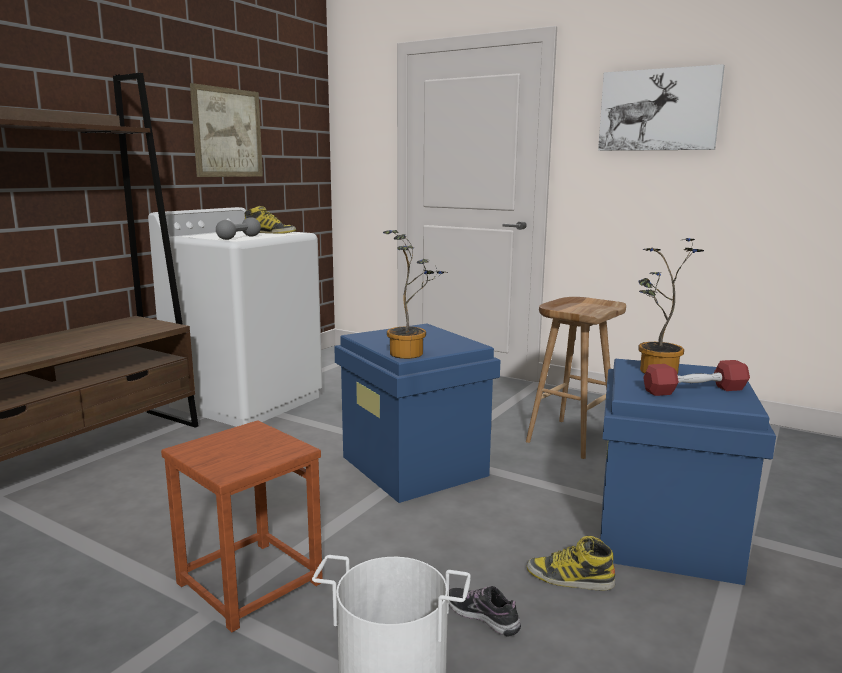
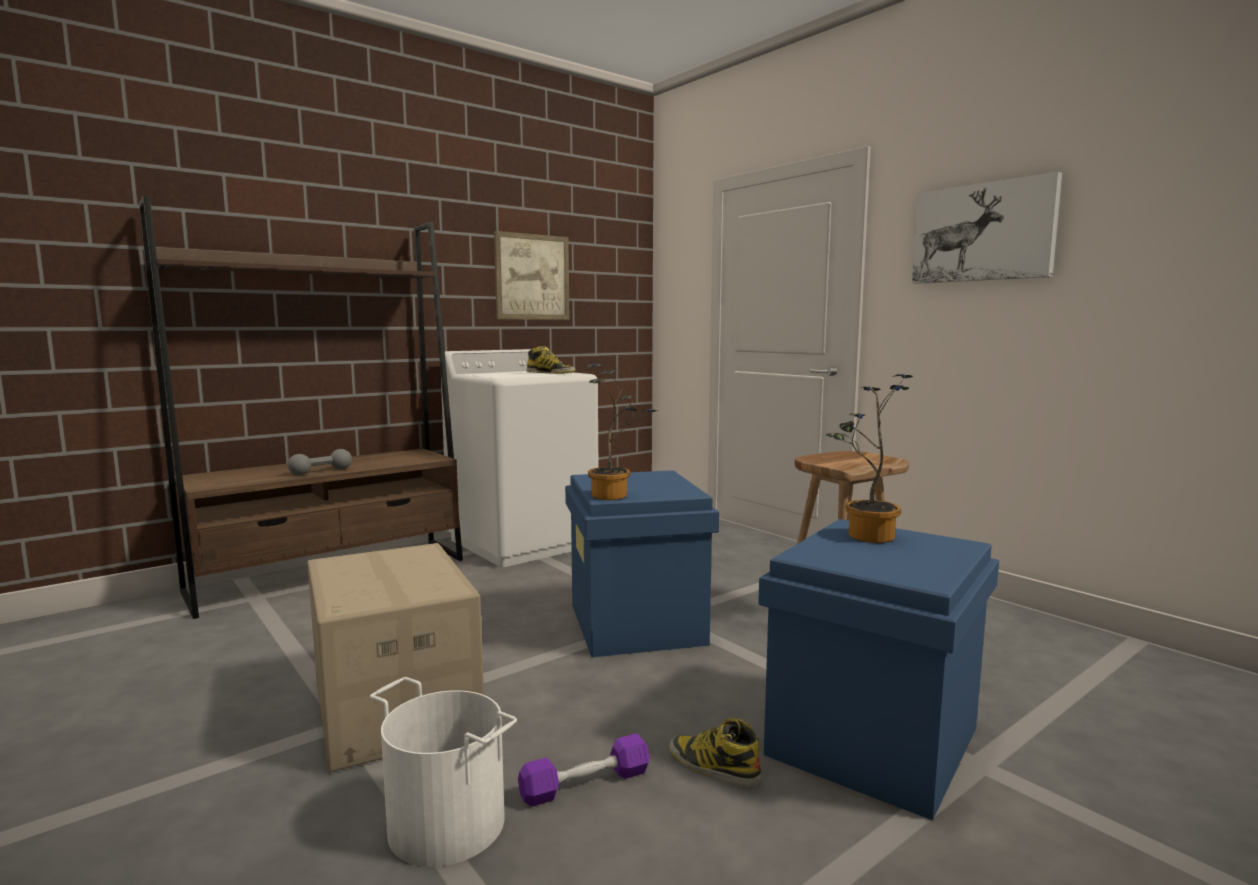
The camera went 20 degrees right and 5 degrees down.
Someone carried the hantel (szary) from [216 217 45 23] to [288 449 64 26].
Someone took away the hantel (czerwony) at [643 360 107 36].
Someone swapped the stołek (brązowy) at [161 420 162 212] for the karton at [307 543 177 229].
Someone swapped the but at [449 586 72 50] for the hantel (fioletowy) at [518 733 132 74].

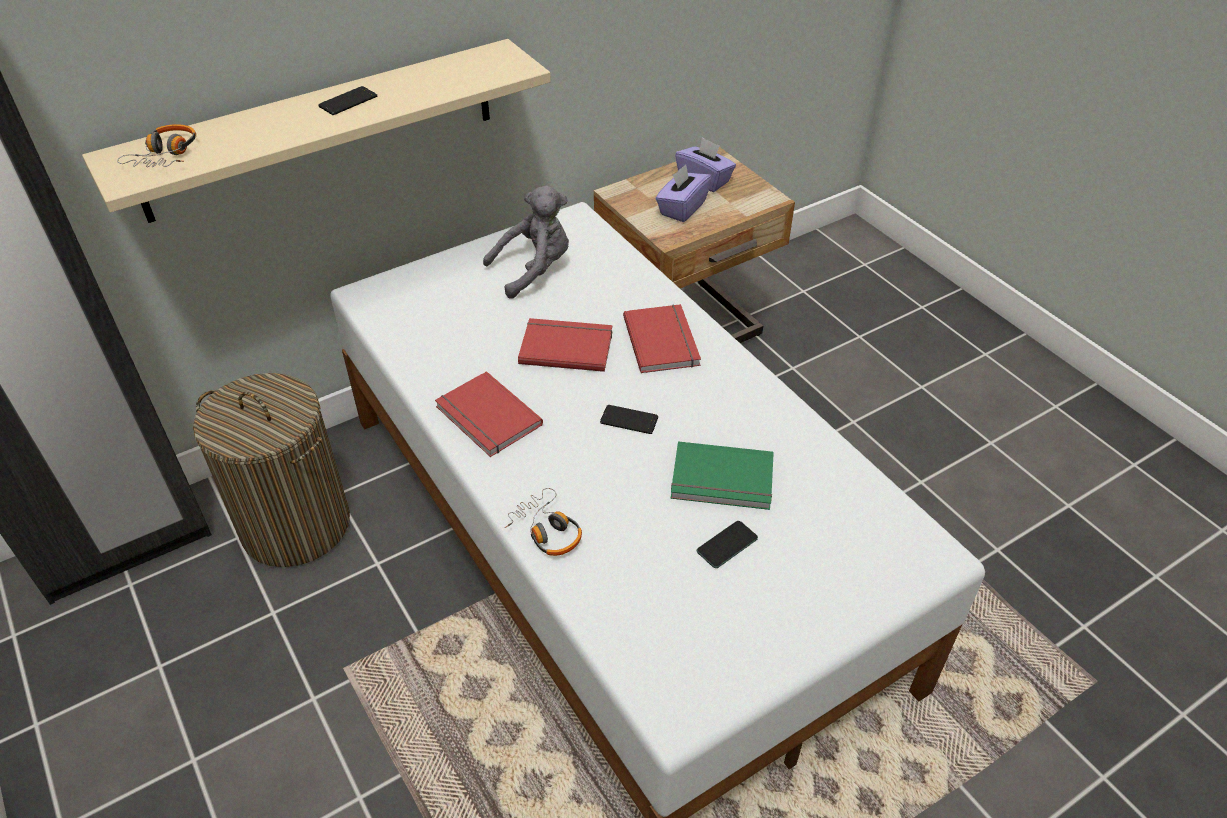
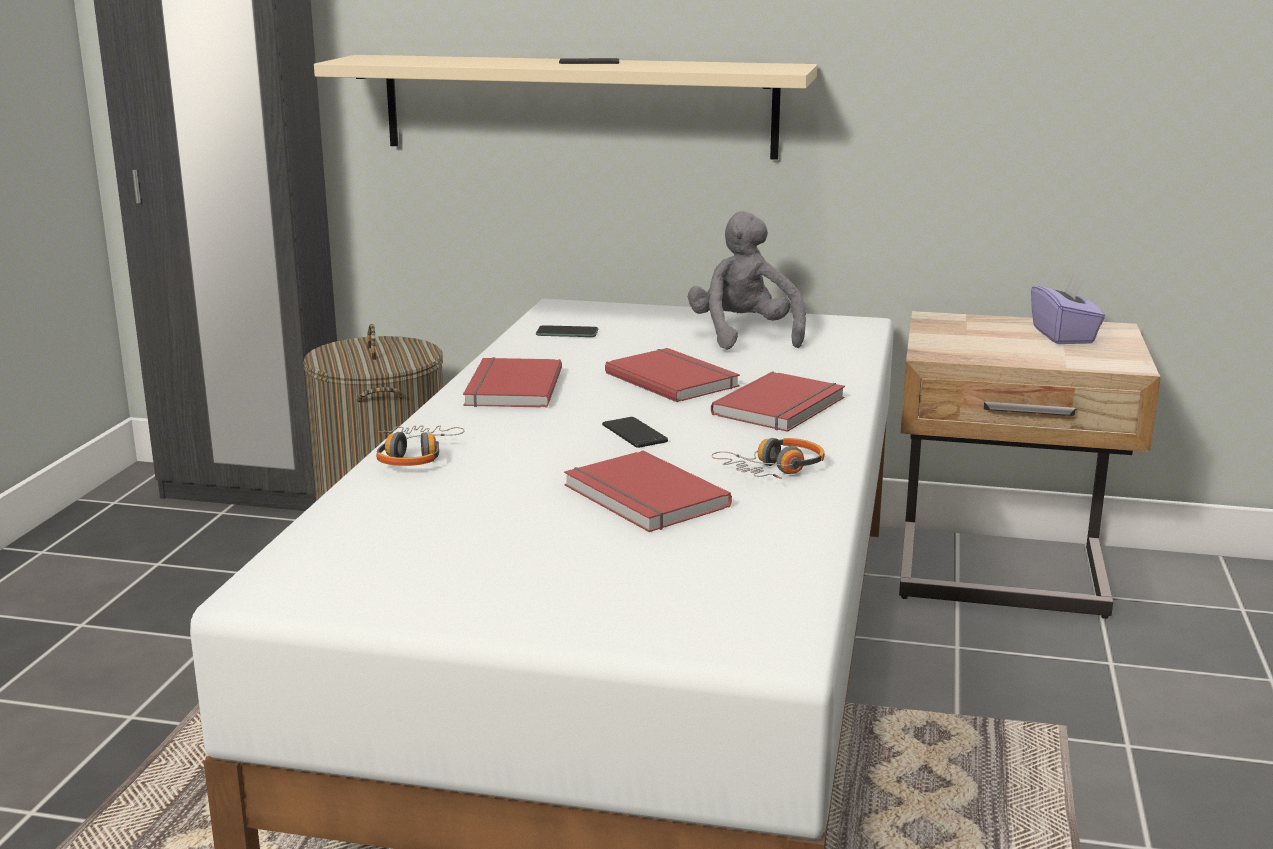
The camera went 45 degrees right and 25 degrees down.
Someone carried the słuchawki from [117 124 79 43] to [711 438 114 41].
Someone took away the pudełko chusteczek (fioletowy) at [656 164 55 58].
Someone rotated the pluszak (szary) at [483 185 86 114] by 120 degrees counterclockwise.
Someone repainted the książka (zielony) at [670 441 104 69], which became the książka (czerwony) at [564 451 168 81].
Someone carried the telefon from [697 521 61 47] to [536 325 62 12].

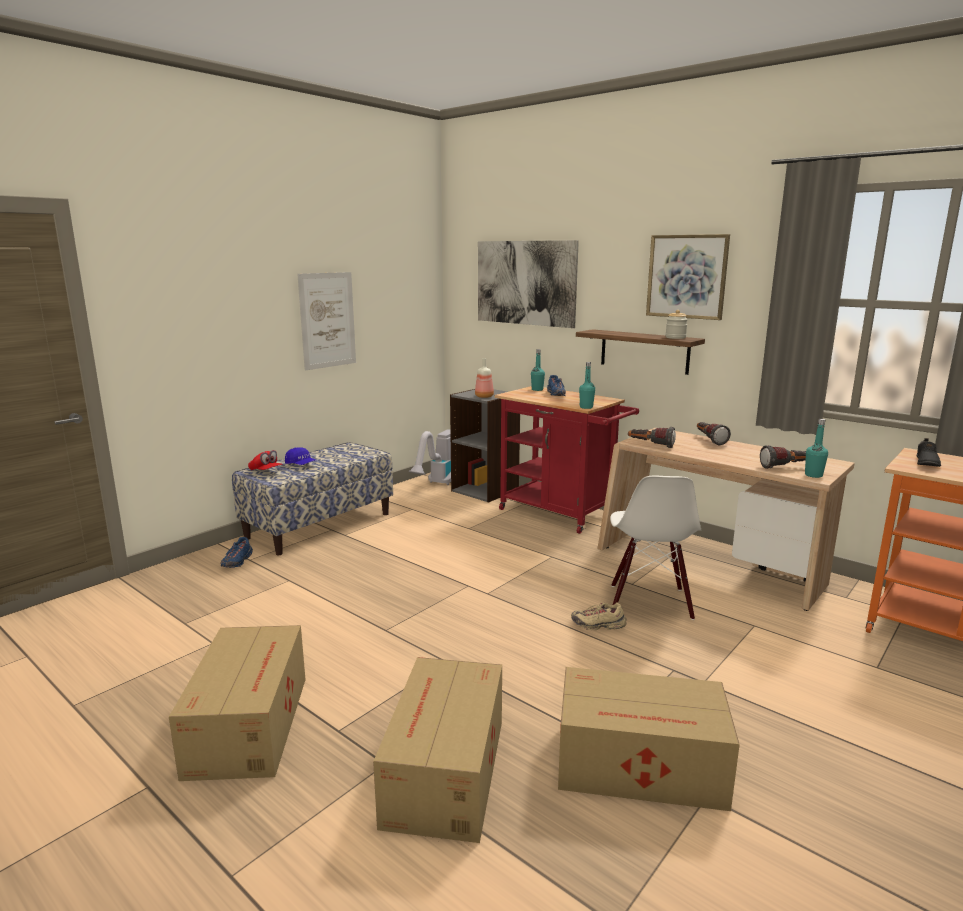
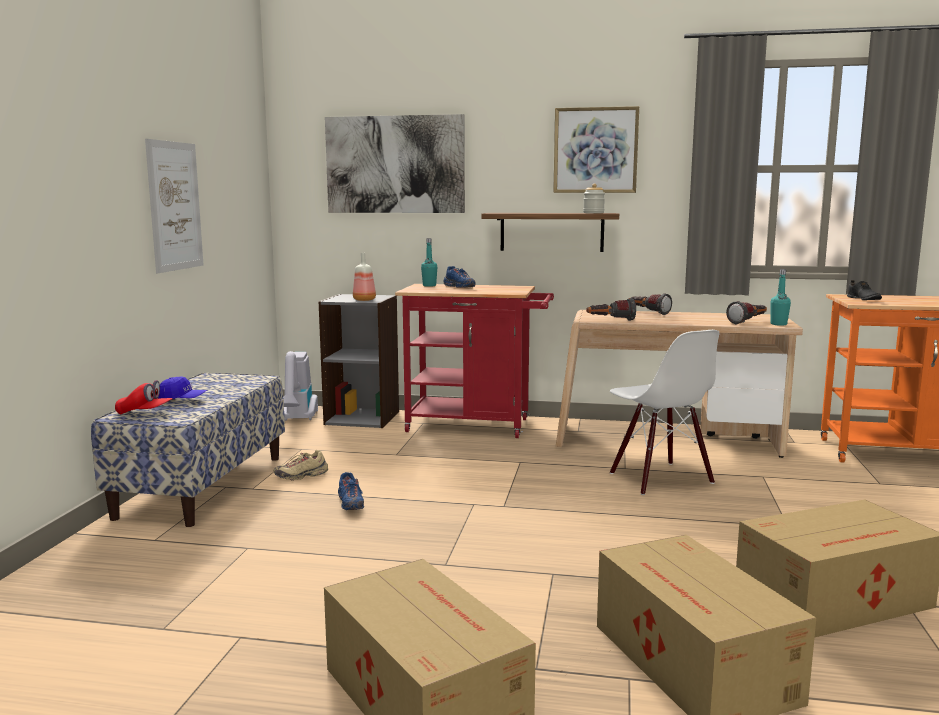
The camera went 30 degrees left and 5 degrees down.
Someone took away the butelka (turkusowy) at [579 362 16 47].
Someone carried the but (niebieski) from [220 537 33 31] to [338 472 26 38].
Someone carried the but (beżowy) from [571 603 56 27] to [273 450 55 31].

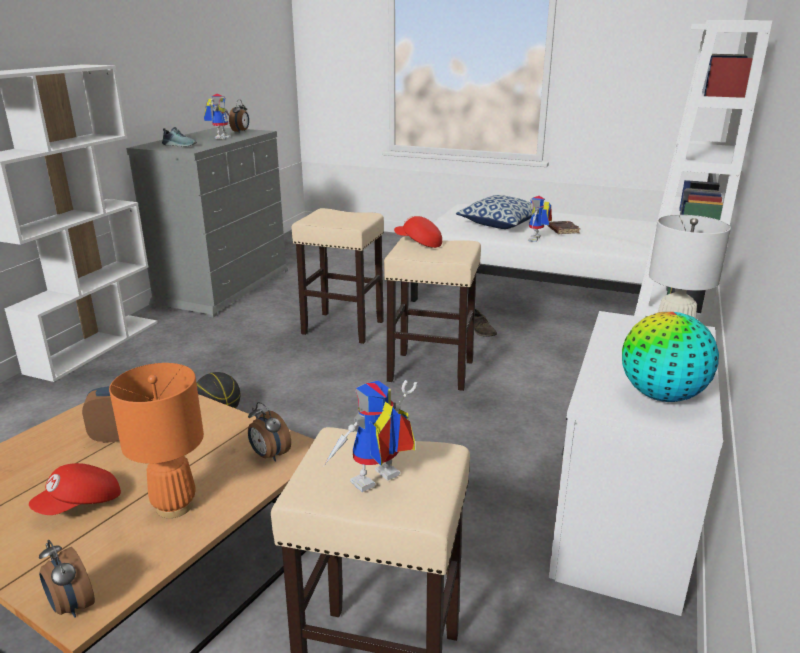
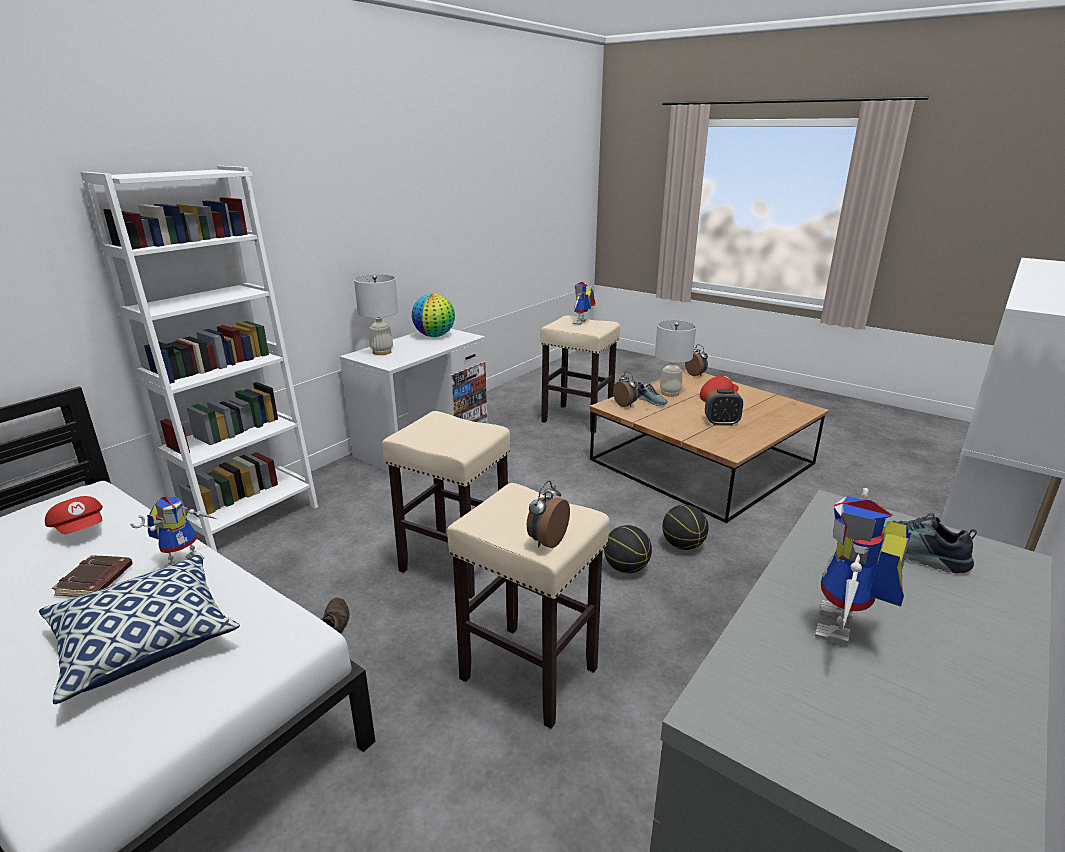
The camera went 165 degrees left and 0 degrees up.
Someone carried the budzik from [229 99 20 33] to [527 481 43 67].
Someone carried the czapka z daszkiem (czerwony) from [394 216 48 32] to [45 496 58 38].
Someone repainted the lampa stołowa (pomarańczowy) at [109 363 95 155], which became the lampa stołowa (biały) at [655 320 41 77].
Someone rotated the robot zabawkowy at [324 380 93 112] by 135 degrees clockwise.
Someone put down the but at [637 382 31 24].
Someone put down the piłka do koszykówki at [604 525 48 48].

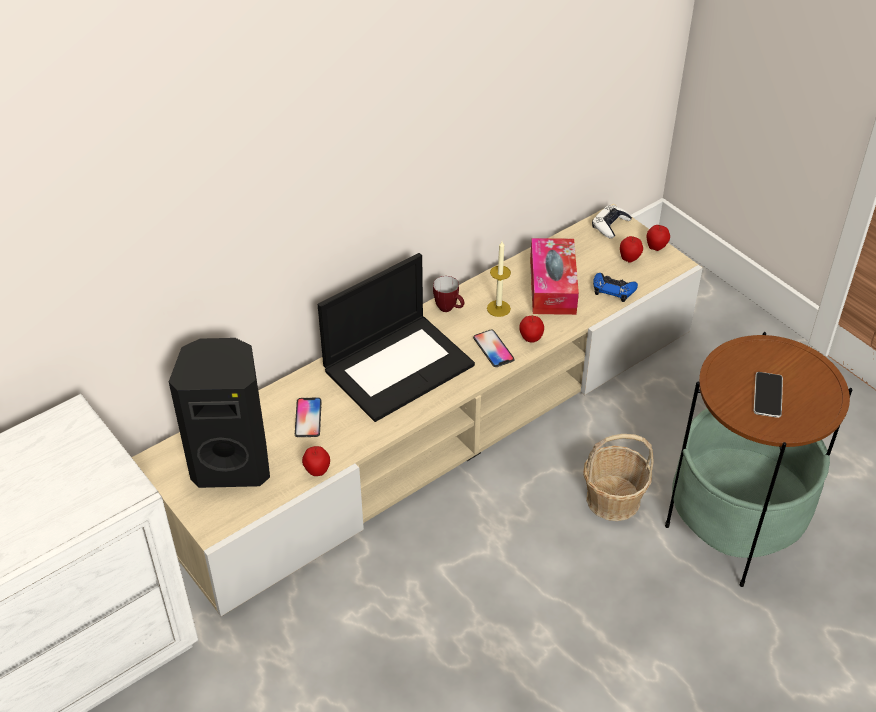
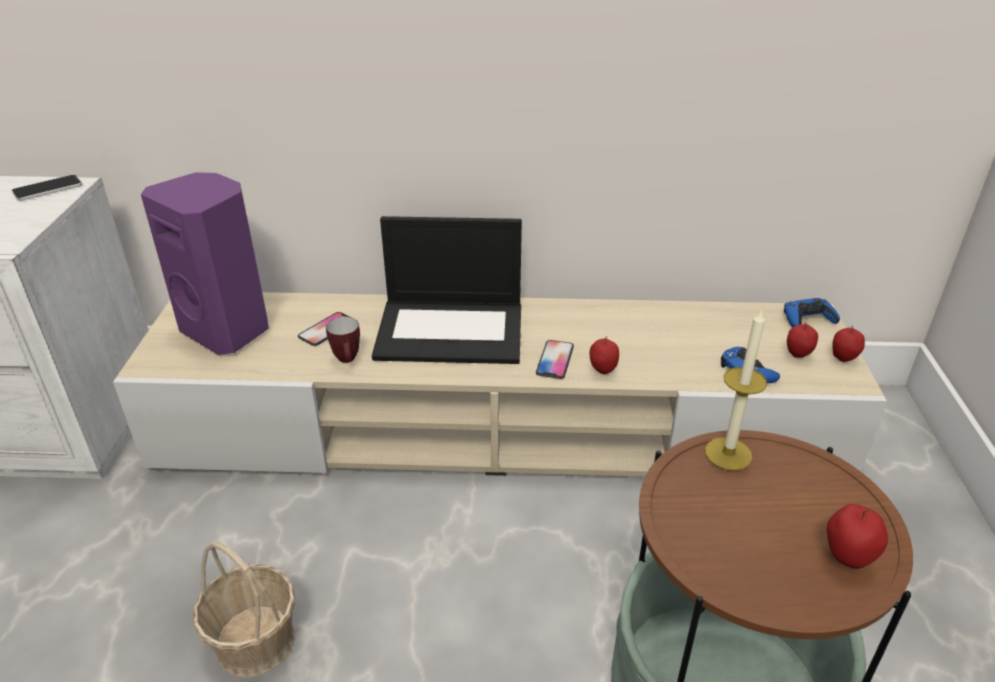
The camera went 40 degrees right and 10 degrees down.
Someone repainted the pad do gier (biały) at [592 205 40 34], which became the pad do gier (niebieski) at [784 298 56 29].
Someone took away the pudełko chusteczek at [530 238 49 77].
Someone carried the świeca from [487 241 24 76] to [705 309 62 162].
Someone carried the kubek from [433 276 31 36] to [326 317 34 46].
Someone repainted the głośnik (czarny) at [169 338 101 150], which became the głośnik (fioletowy) at [141 172 128 183].
Someone carried the telefon from [754 372 29 46] to [12 175 70 26].
Someone carried the koszyk from [583 434 71 87] to [193 541 103 136].
Someone carried the jabłko from [302 446 28 30] to [827 504 61 65].

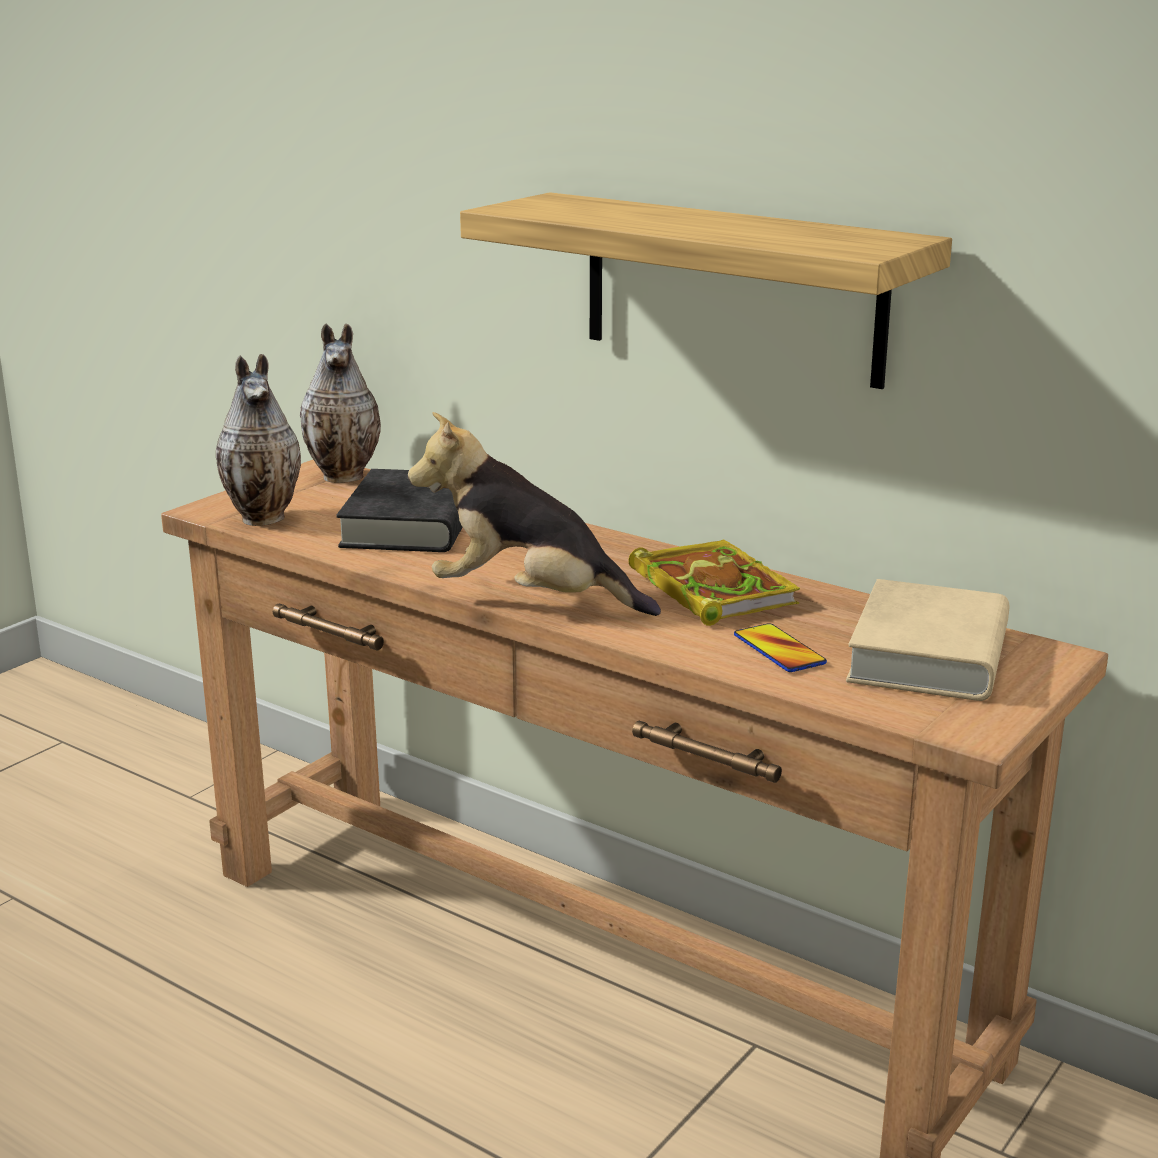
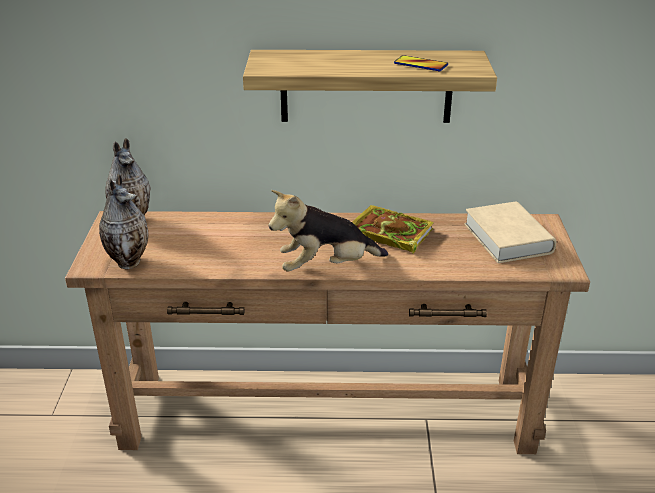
The camera went 35 degrees left and 10 degrees up.
Someone took away the książka (czarny) at [336 469 126 83].
Someone carried the telefon from [734 623 93 49] to [394 55 54 16].

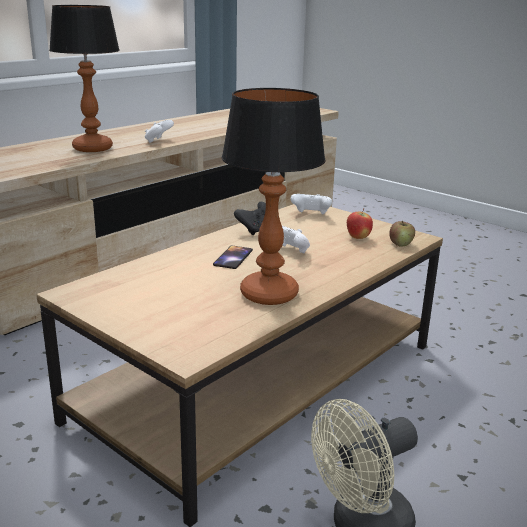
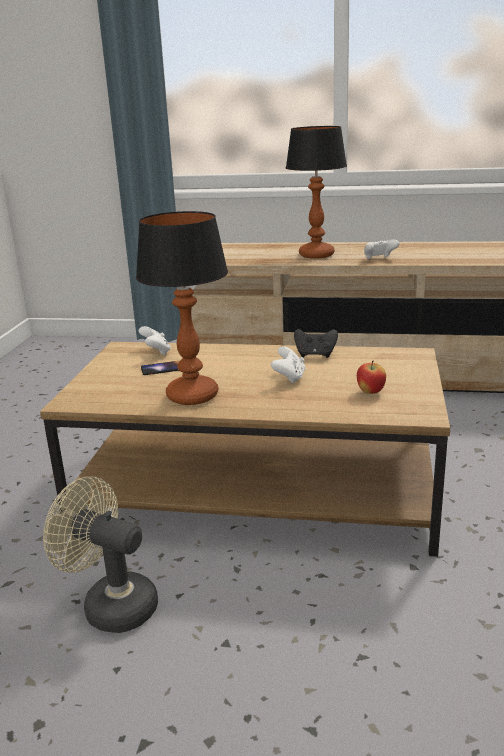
The camera went 60 degrees right and 0 degrees up.
Someone carried the pad do gier (biały) from [291 194 41 21] to [139 326 32 29].
Someone took away the jabłko at [389 221 26 26].
Someone carried the telefon from [213 246 40 23] to [141 360 39 15].

